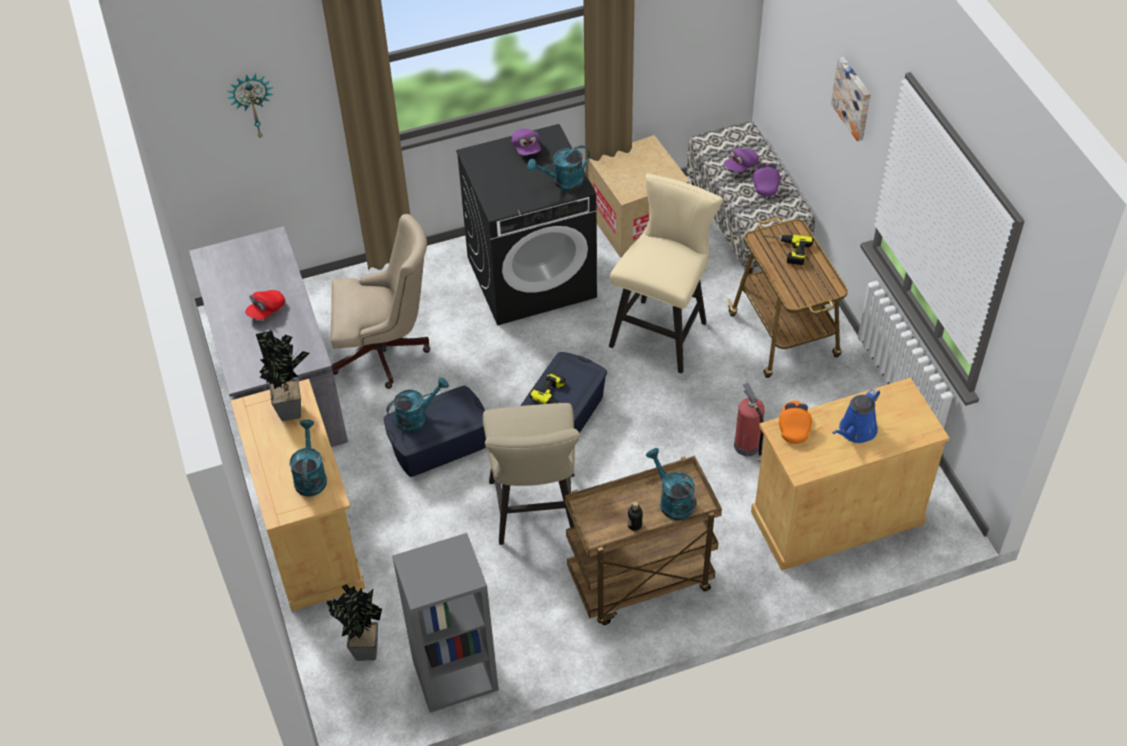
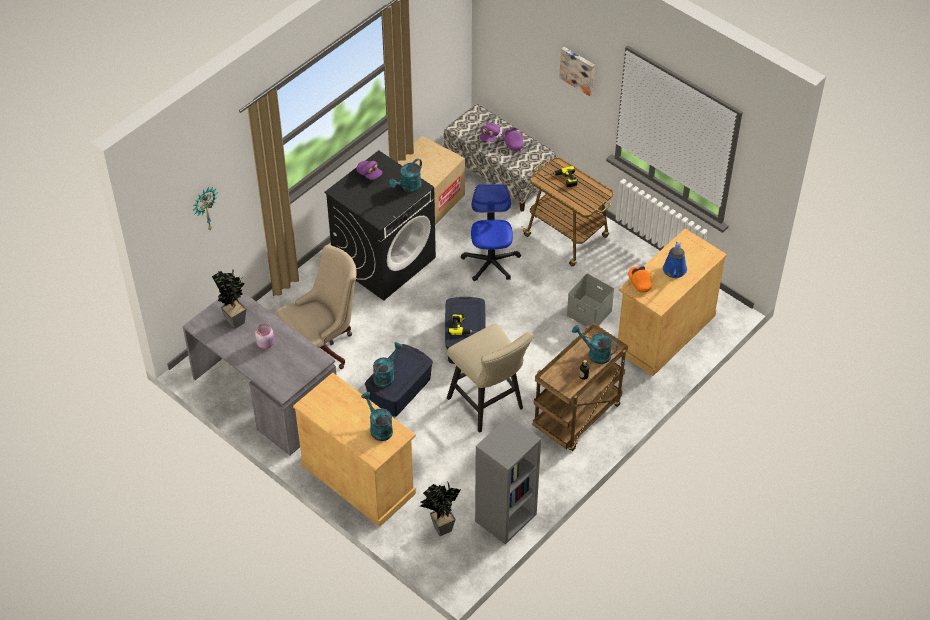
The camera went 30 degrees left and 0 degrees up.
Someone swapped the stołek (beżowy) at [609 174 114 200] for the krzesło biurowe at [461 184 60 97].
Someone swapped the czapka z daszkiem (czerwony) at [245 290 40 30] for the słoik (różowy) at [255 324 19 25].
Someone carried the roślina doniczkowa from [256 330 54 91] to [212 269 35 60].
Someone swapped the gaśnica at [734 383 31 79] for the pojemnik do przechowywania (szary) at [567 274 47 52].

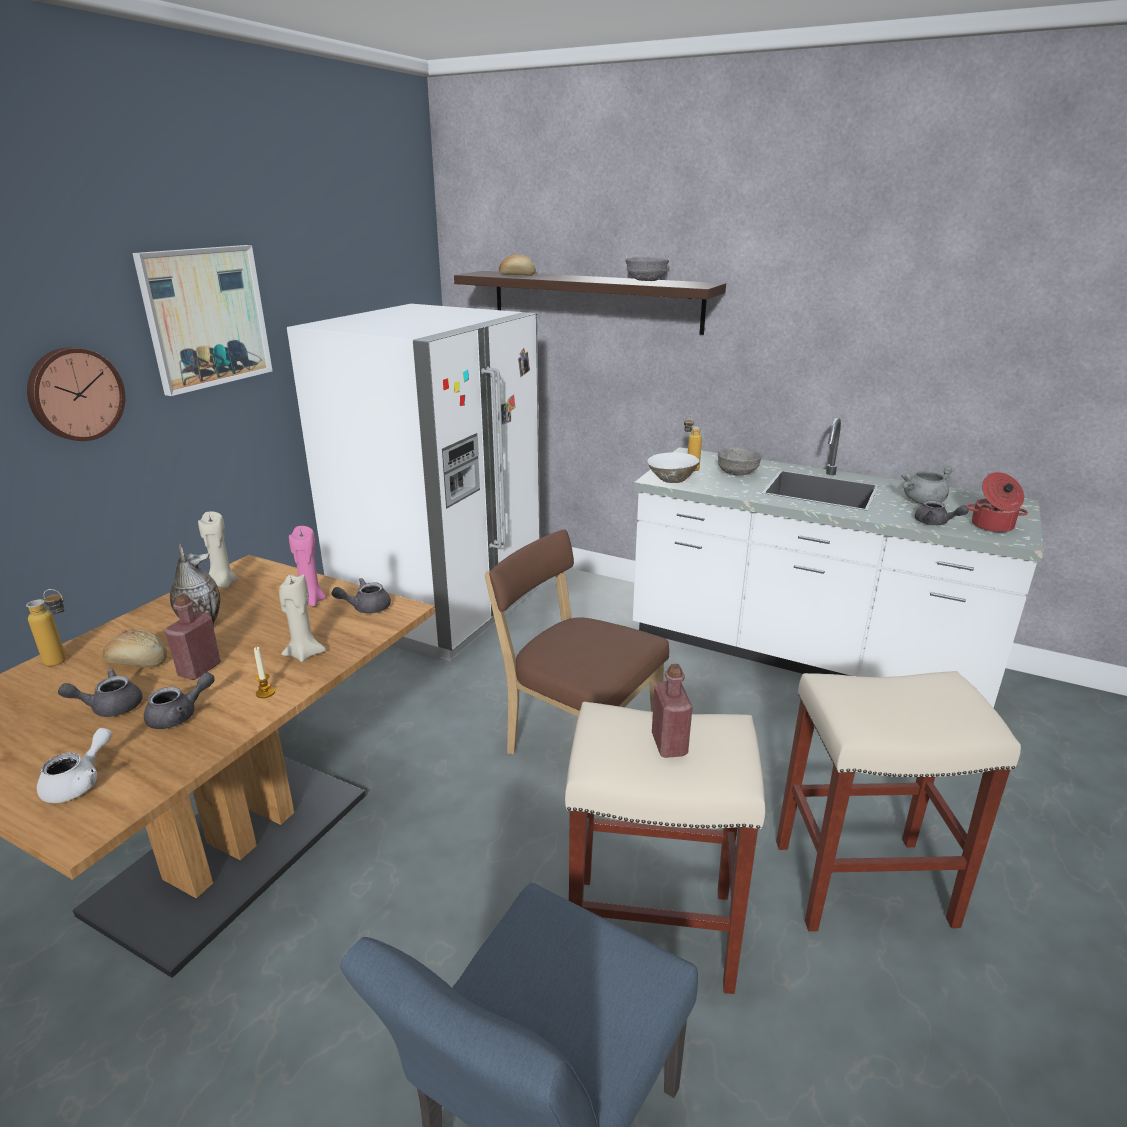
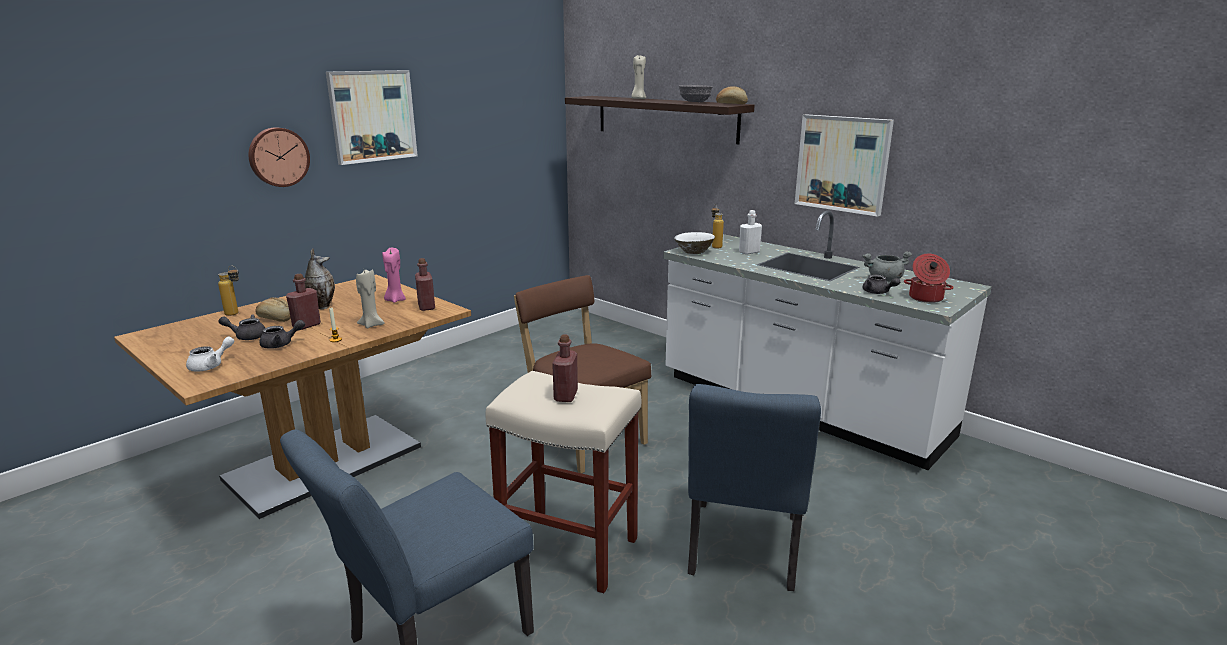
The camera went 15 degrees right and 5 degrees down.
Someone carried the chleb from [499 254 37 22] to [716 86 32 18].
Someone took away the lodówka (biały) at [287 304 253 358].
Someone swapped the miska (szary) at [718 448 45 28] for the butelka (biały) at [739 210 23 45].
Someone carried the świeca (beżowy) from [198 511 40 77] to [631 55 15 44].
Someone swapped the imbryk (szary) at [332 578 59 36] for the butelka (czerwony) at [415 258 20 53].
Someone swapped the stołek (beżowy) at [776 671 245 260] for the krzesło (niebieski) at [688 384 133 207].
Someone put up the obraz at [795 114 99 103].

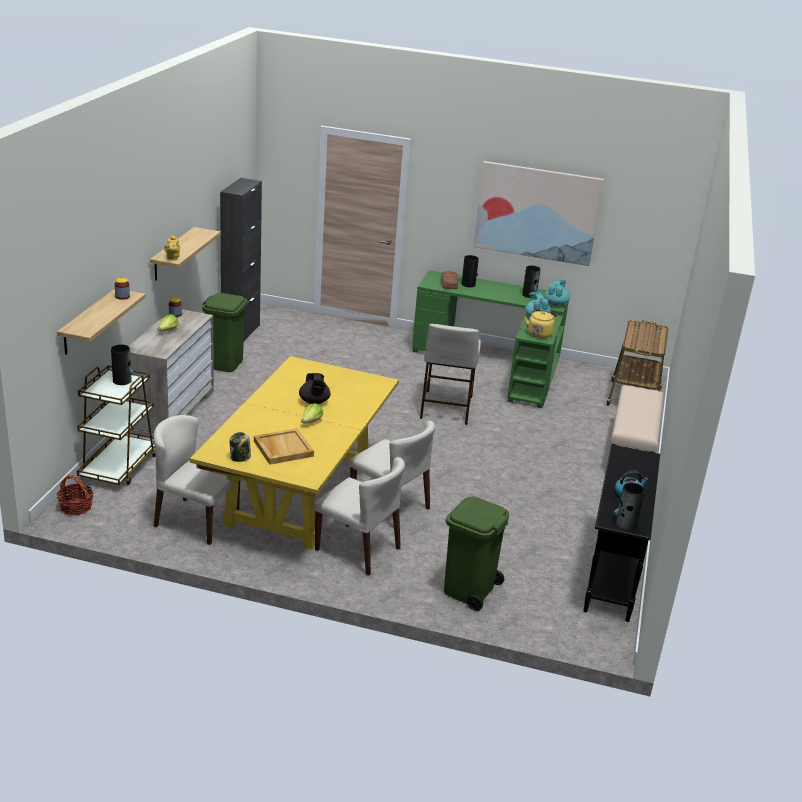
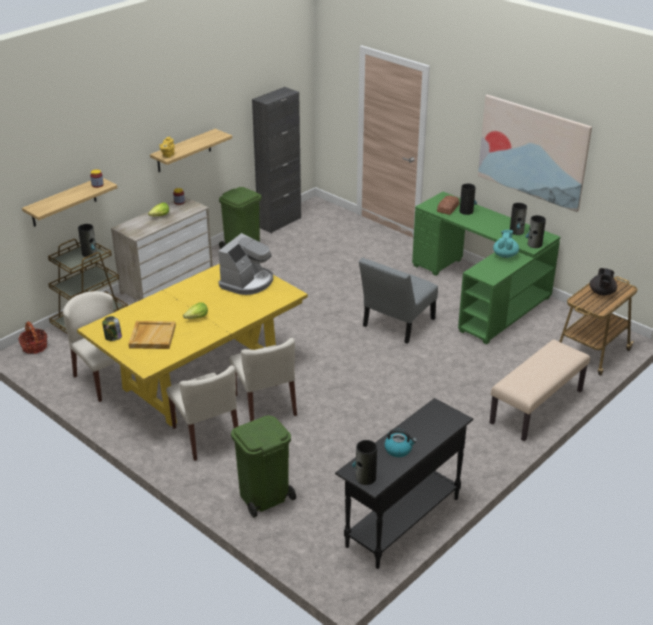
The camera went 30 degrees right and 5 degrees up.
Someone swapped the imbryk (turkusowy) at [544 279 26 27] for the wazon at [525 215 21 33].
Someone took away the czajnik (żółty) at [524 309 33 29].
Someone swapped the stołek (beżowy) at [420 324 61 101] for the krzesło (szary) at [359 258 79 86].
Someone carried the imbryk (czarny) from [299 373 32 31] to [589 268 28 28].
Someone put down the ekspres do kawy at [218 233 55 62].

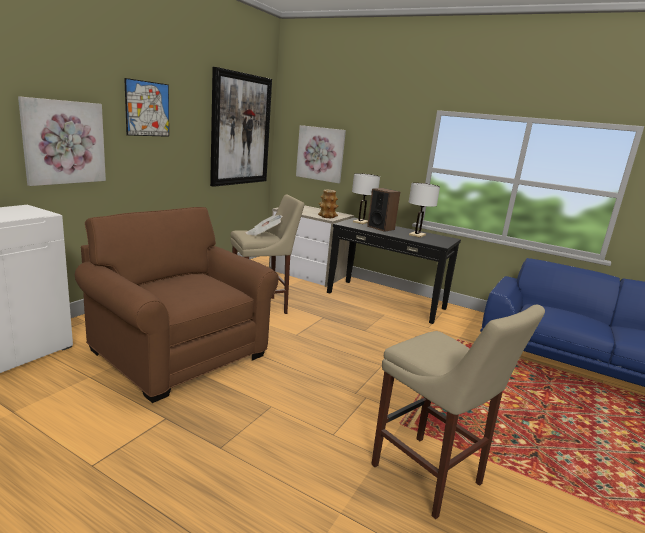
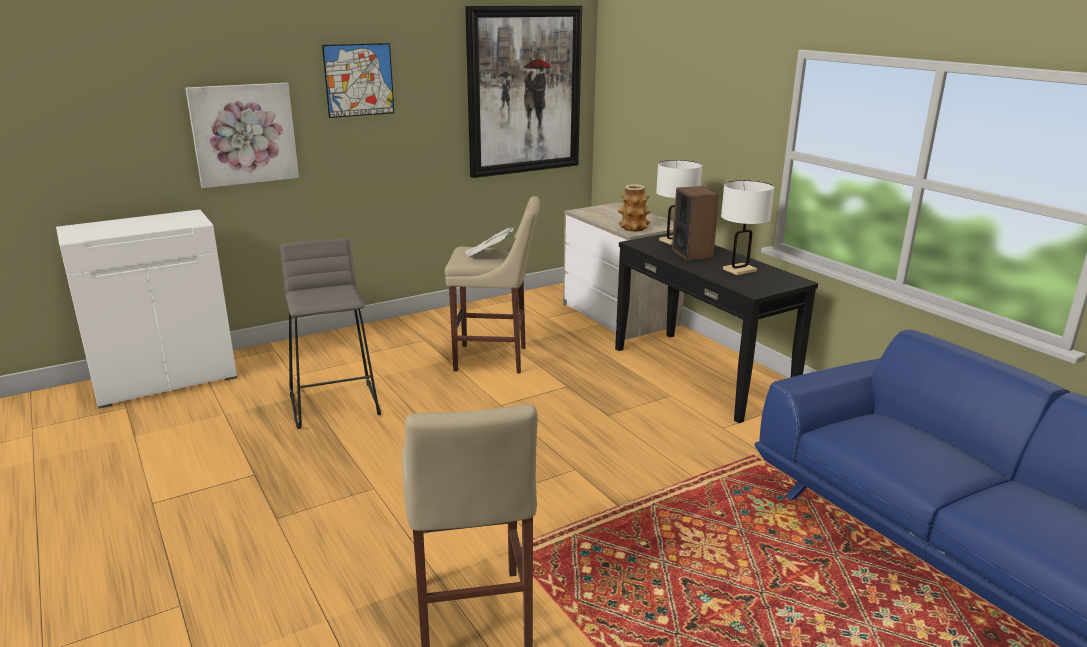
The camera went 30 degrees right and 5 degrees up.
Someone took away the obraz at [296 125 50 58].
Someone swapped the fotel (brązowy) at [75 207 204 196] for the stołek (szary) at [280 238 101 191].

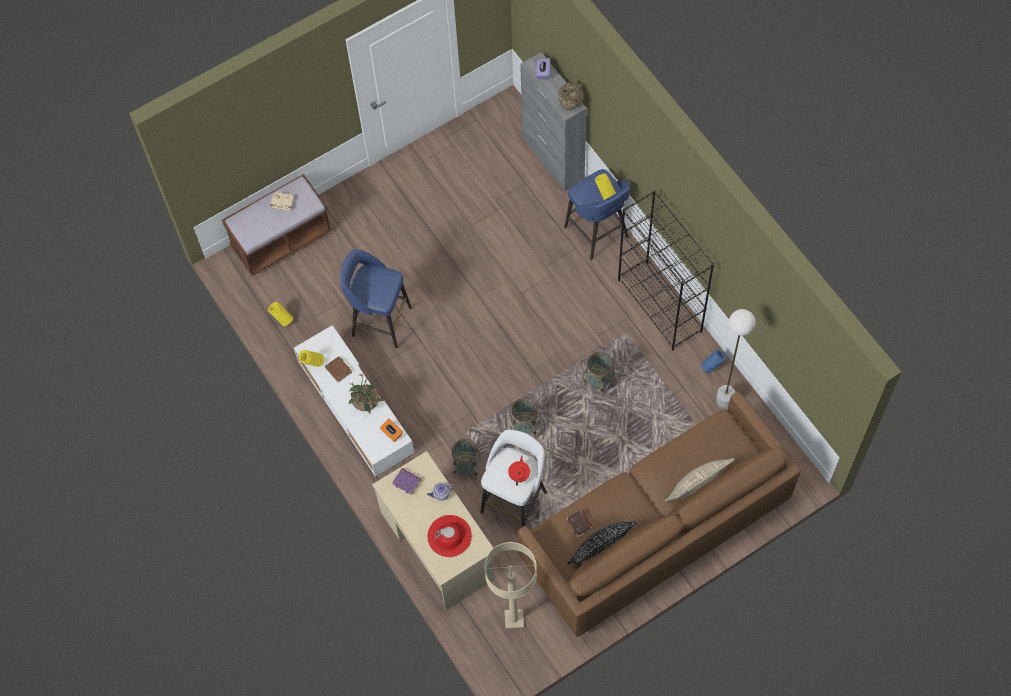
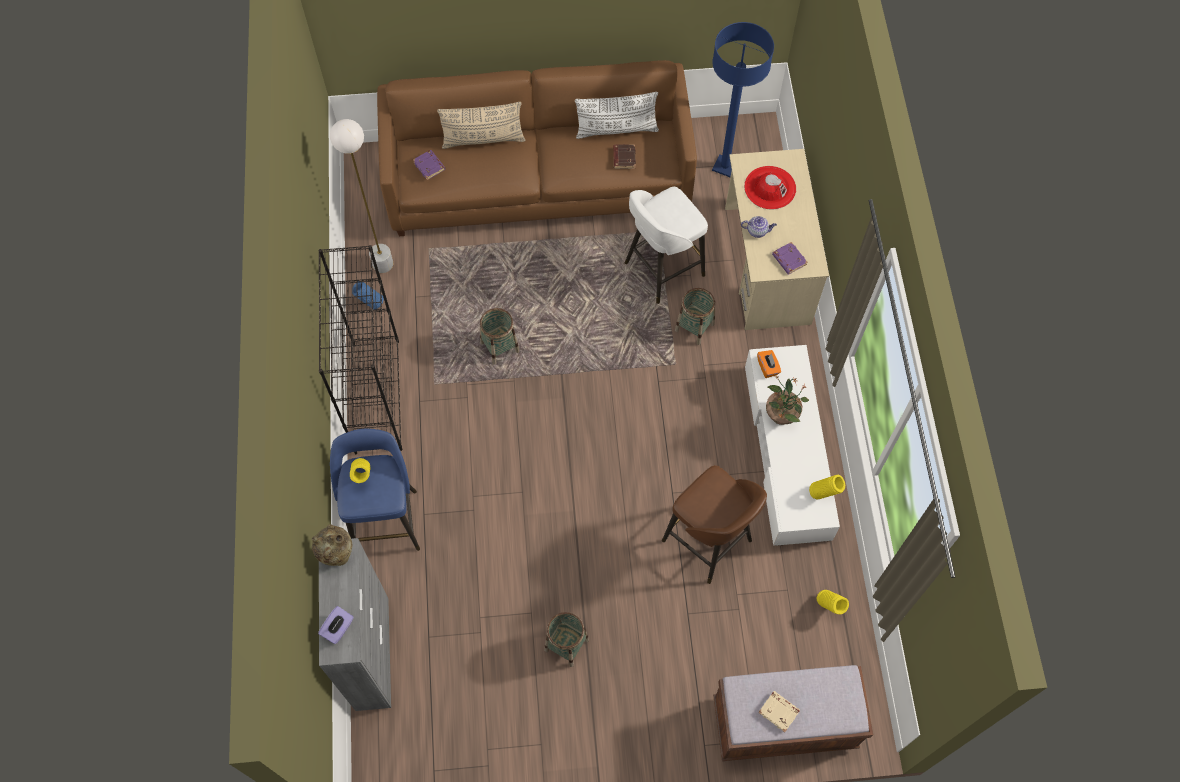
The camera went 155 degrees left and 0 degrees up.
Someone repainted the stołek (niebieski) at [340 249 72 99], which became the stołek (brązowy) at [662 465 105 119].
Someone took away the książka (brązowy) at [325 356 27 26].
Someone carried the koszyk from [511 398 27 40] to [544 612 45 55].
Someone took away the imbryk (czerwony) at [508 456 22 30].
Someone repainted the poduszka (czarny) at [567 521 70 43], which became the poduszka (biały) at [575 92 84 47].
Someone repainted the lampa stojąca (beżowy) at [485 542 52 87], which became the lampa stojąca (niebieski) at [712 22 62 155].
Someone put down the książka (fioletowy) at [413 150 32 30].

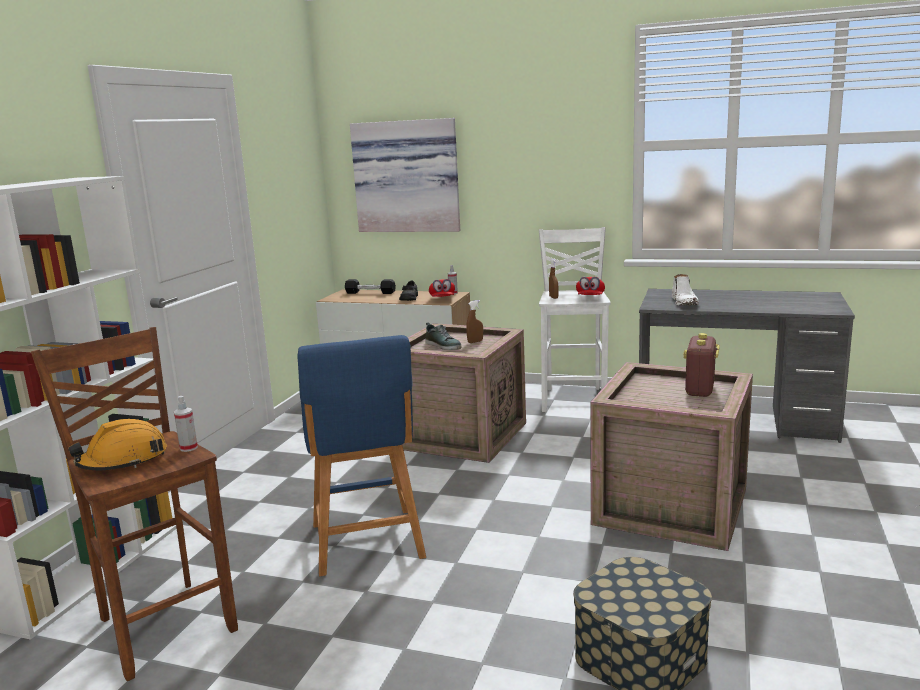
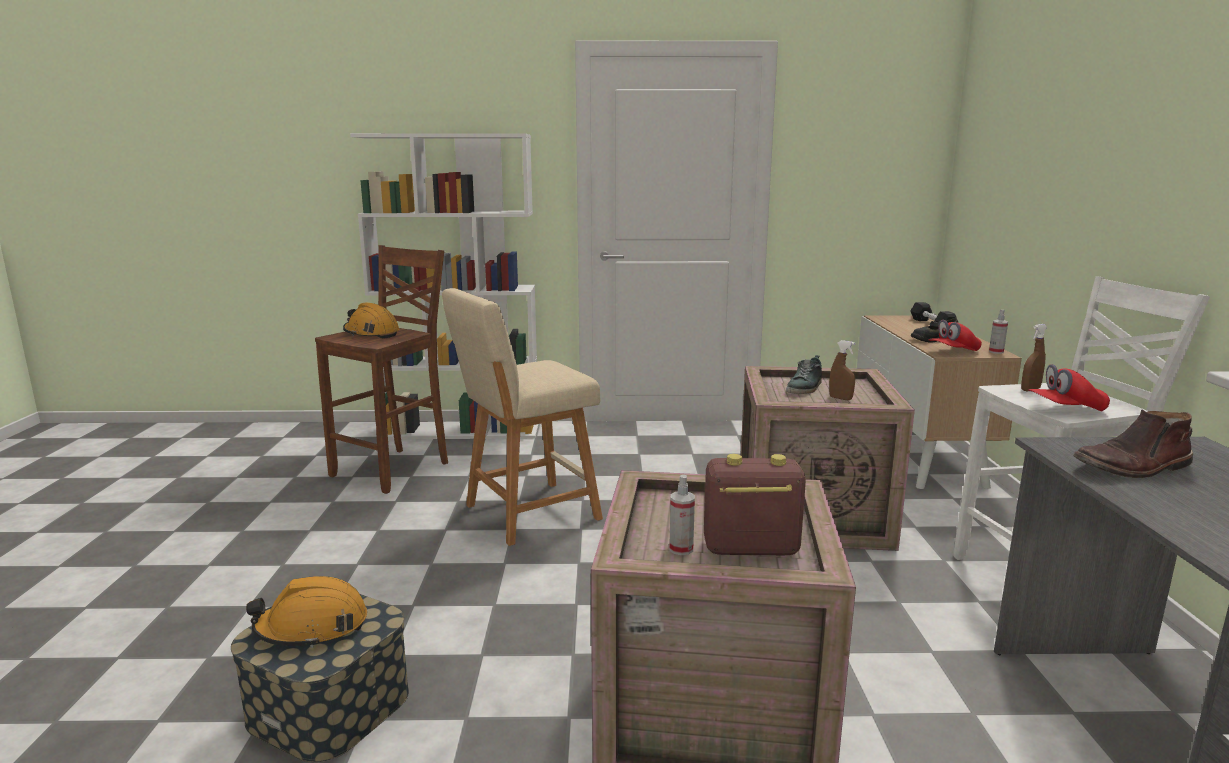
The camera went 70 degrees right and 0 degrees up.
Someone took away the obraz at [350 118 110 114].
Someone repainted the but z cholewką (biały) at [672 274 27 32], which became the but z cholewką (brązowy) at [1073 410 120 68].
Someone repainted the stołek (niebieski) at [297 335 129 241], which became the stołek (beżowy) at [442 288 161 258].
Someone carried the spryskiwacz from [174 396 24 56] to [669 475 26 80].
Someone put down the kask (pomarańczowy) at [246 576 121 73].

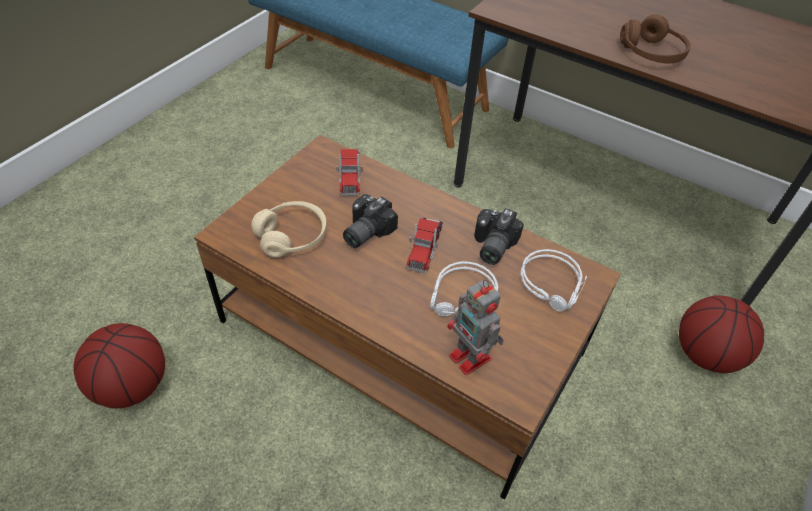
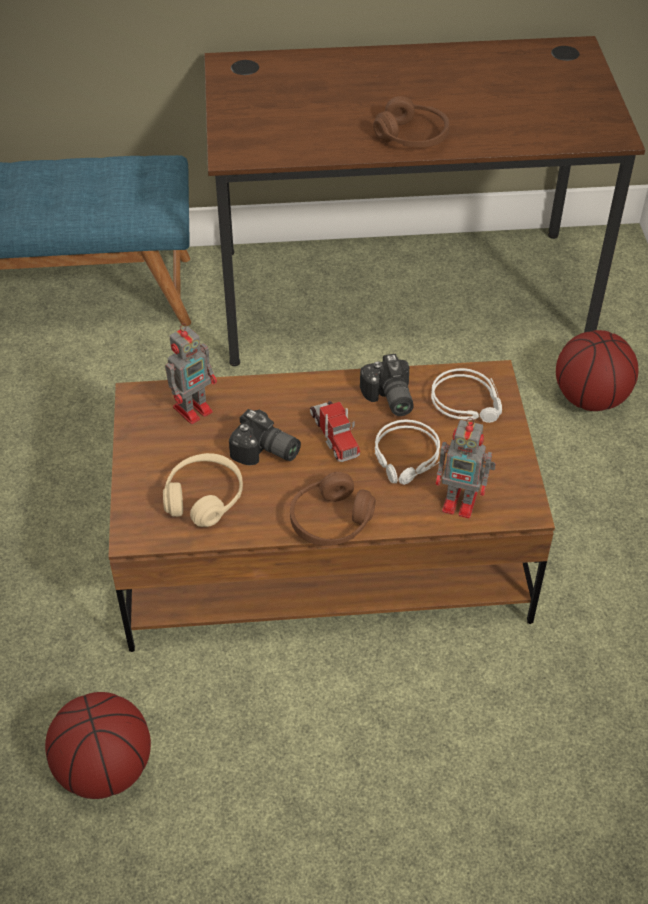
The camera went 35 degrees left and 0 degrees up.
Someone swapped the ciężarówka zabawkowa at [336 149 27 47] for the robot zabawkowy at [165 323 52 101].
Someone rotated the aparat fotograficzny at [343 194 55 54] by 60 degrees counterclockwise.
Someone put down the słuchawki (brązowy) at [290 472 86 74].

